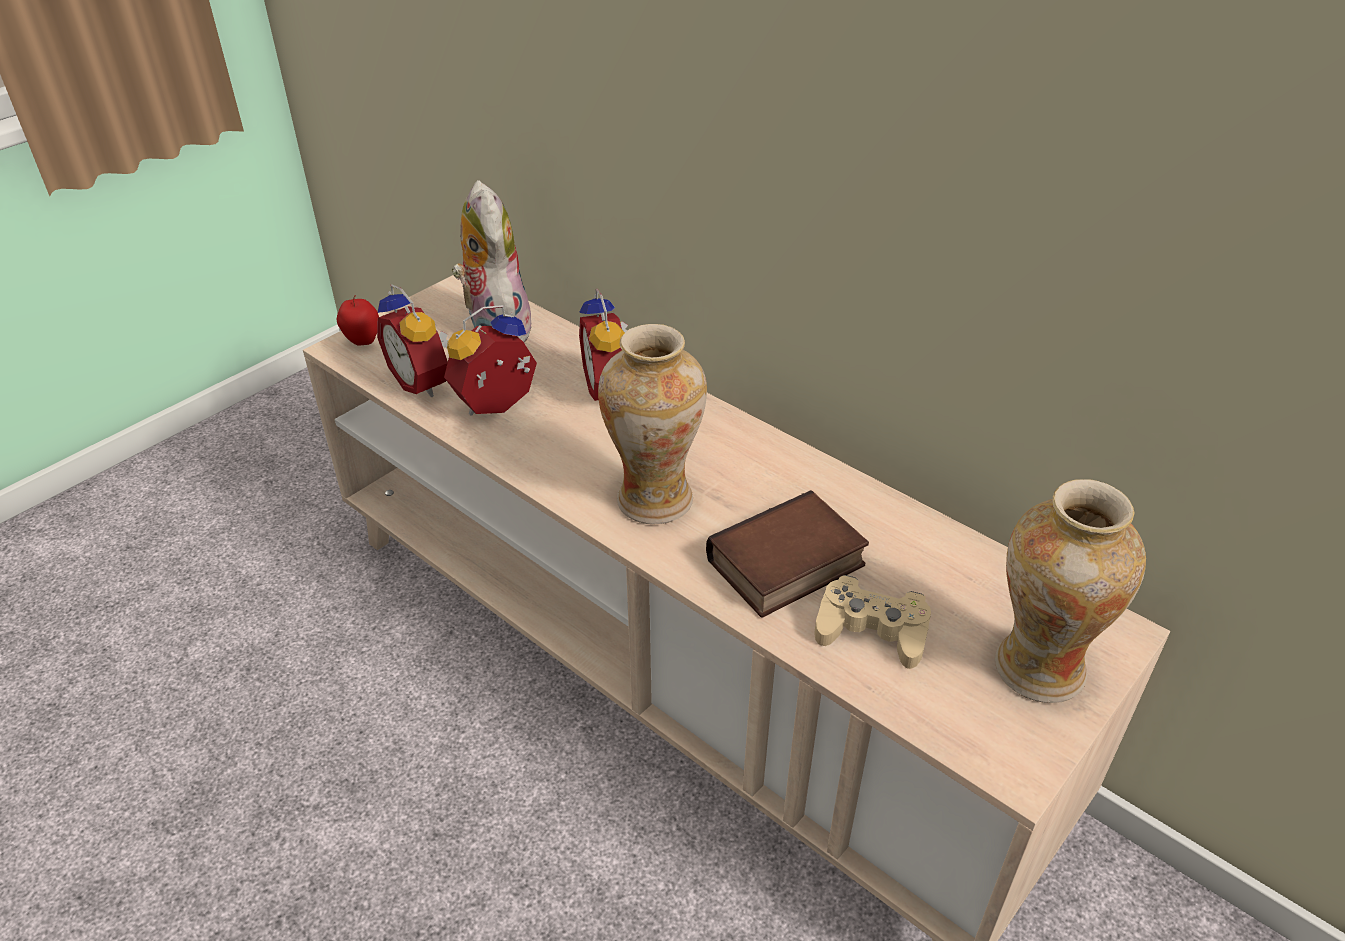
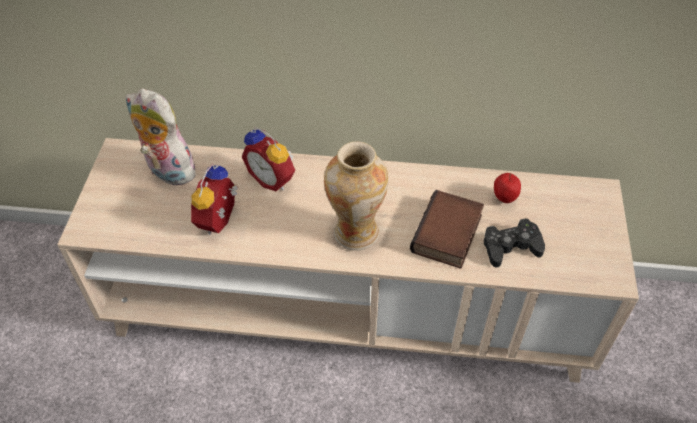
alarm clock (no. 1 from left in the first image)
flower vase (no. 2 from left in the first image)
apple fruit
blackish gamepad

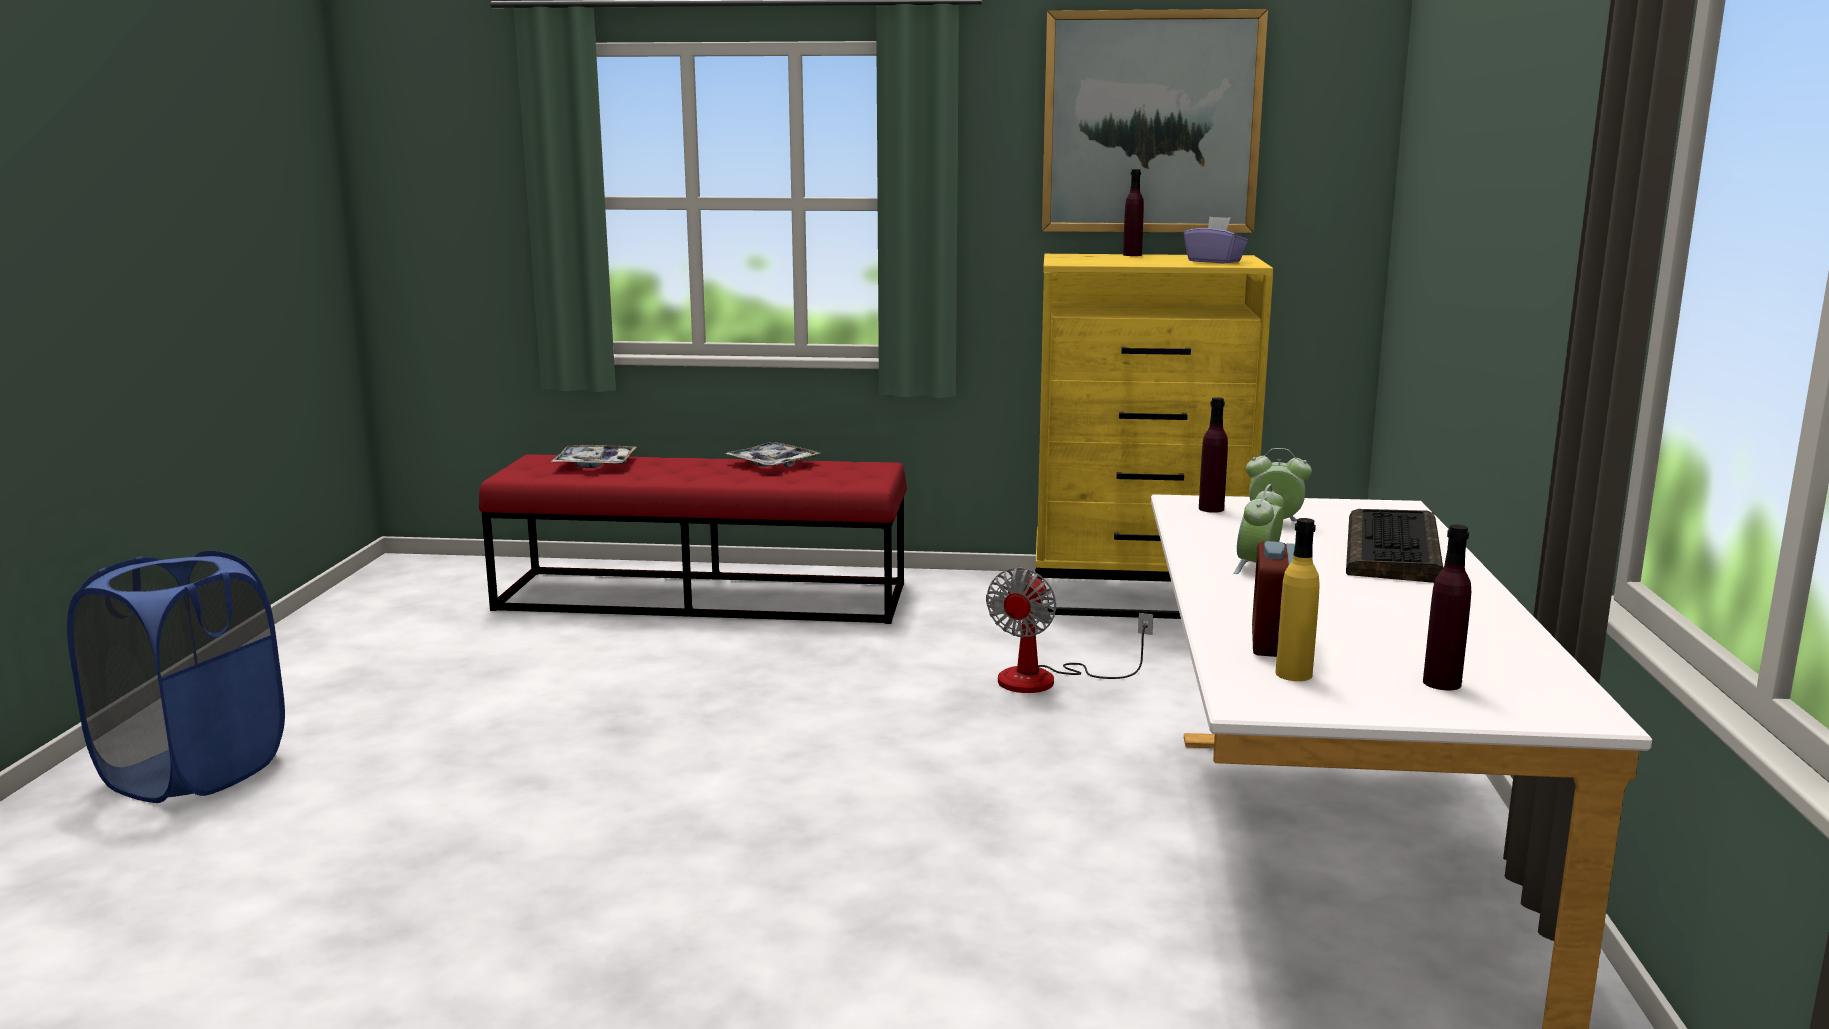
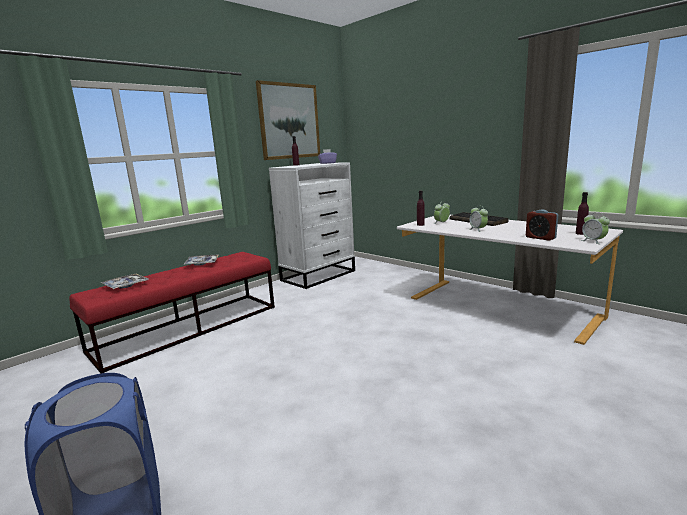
electric fan
yellowish beverage bottle
alarm clock (no. 4 from left)
whitish chest of drawers

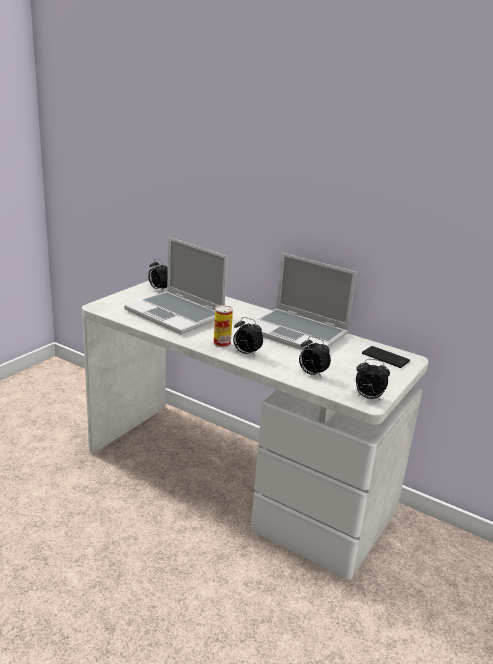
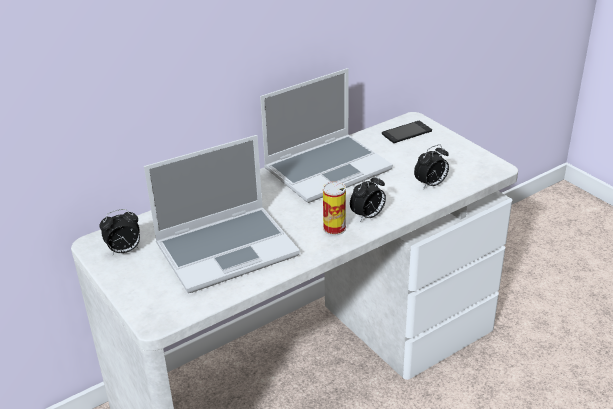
alarm clock (no. 4 from left in the first image)

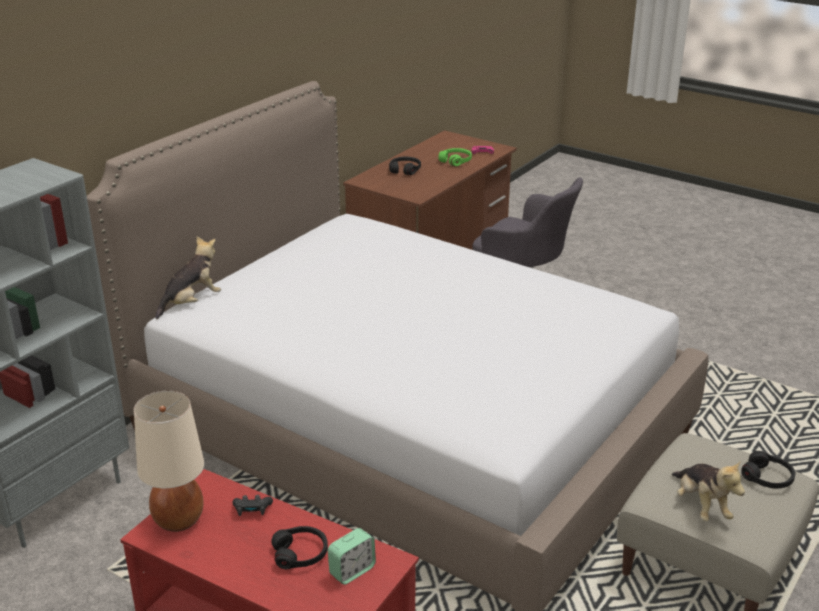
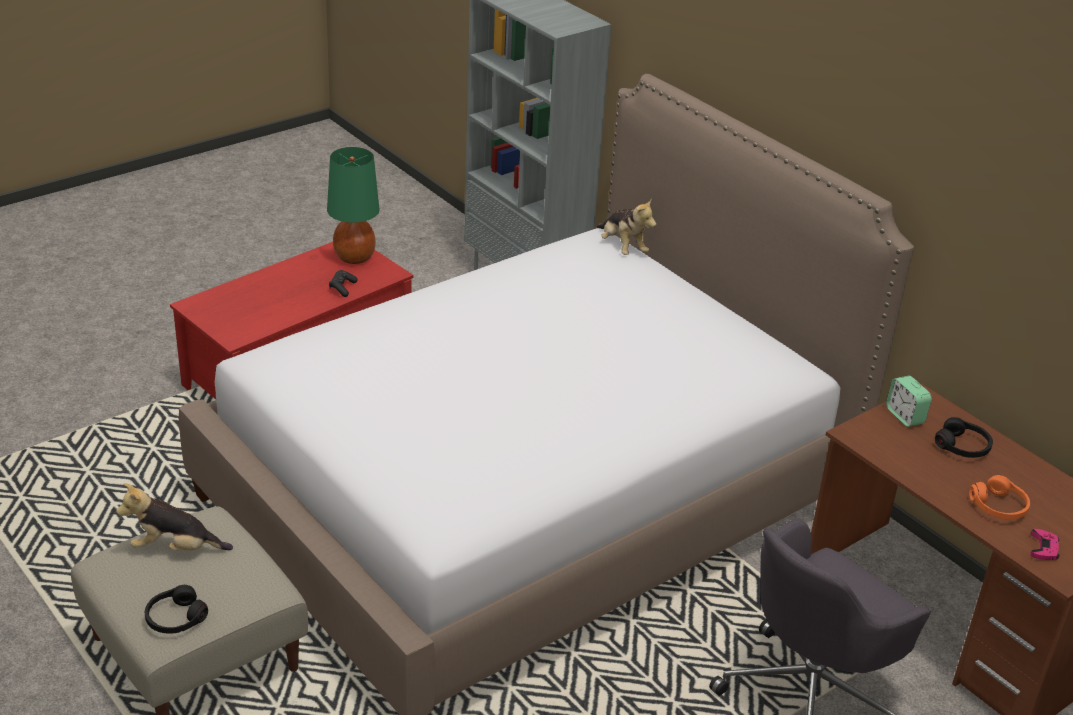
blackish headset (no. 1 from left in the first image)
alarm clock
green table lamp
orangey headset

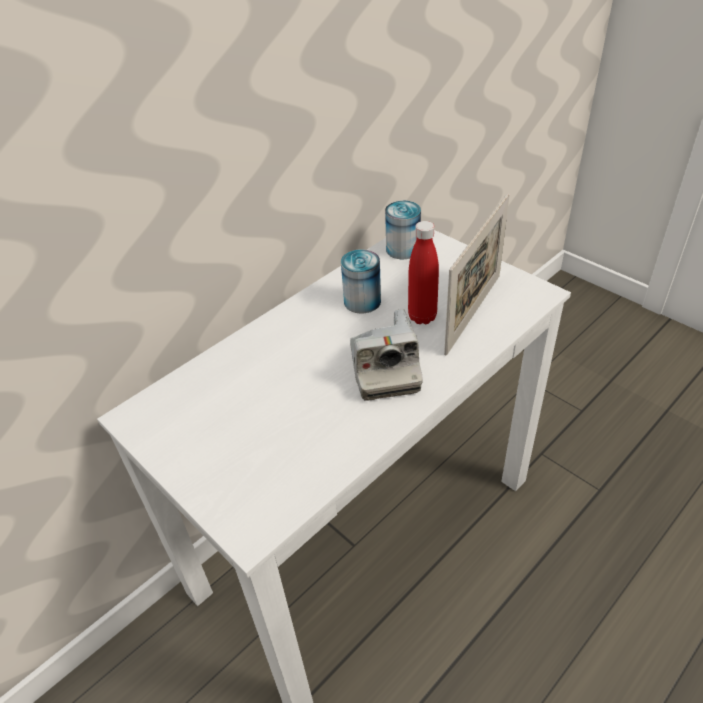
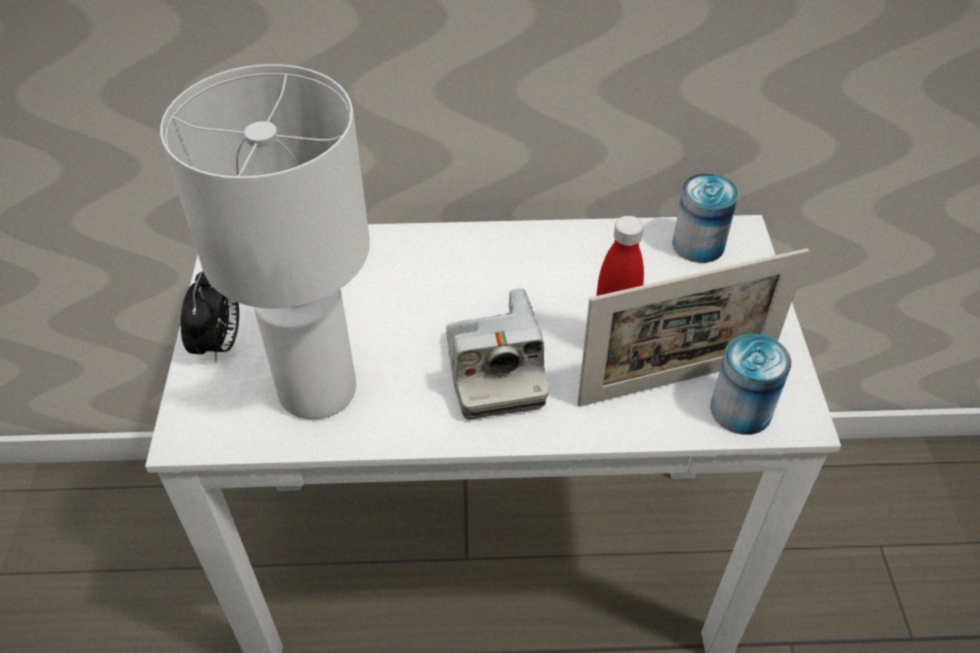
whitish table lamp
alarm clock
sealed can (no. 2 from left)
still camera

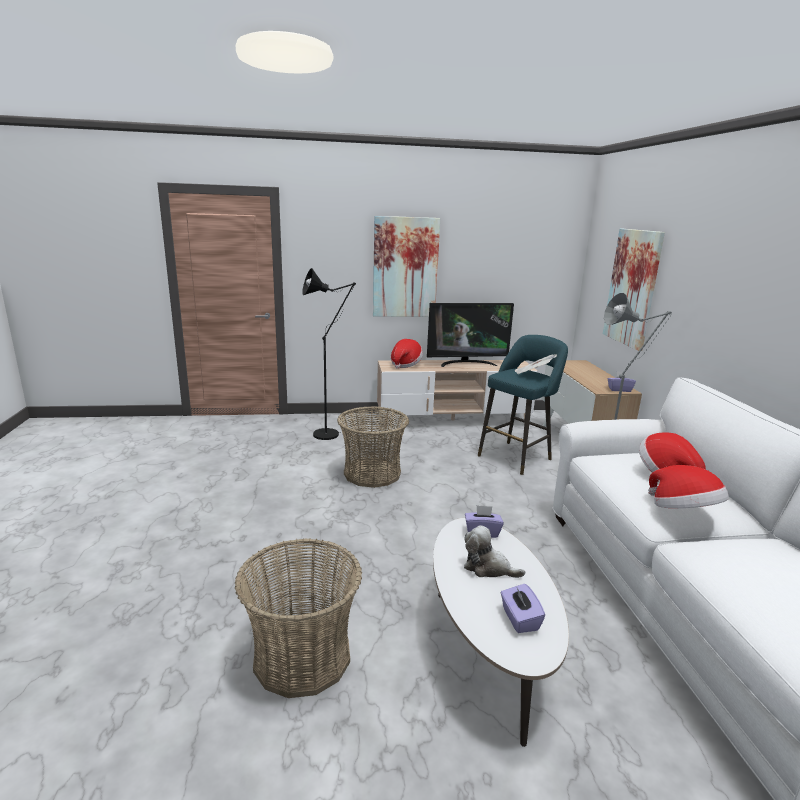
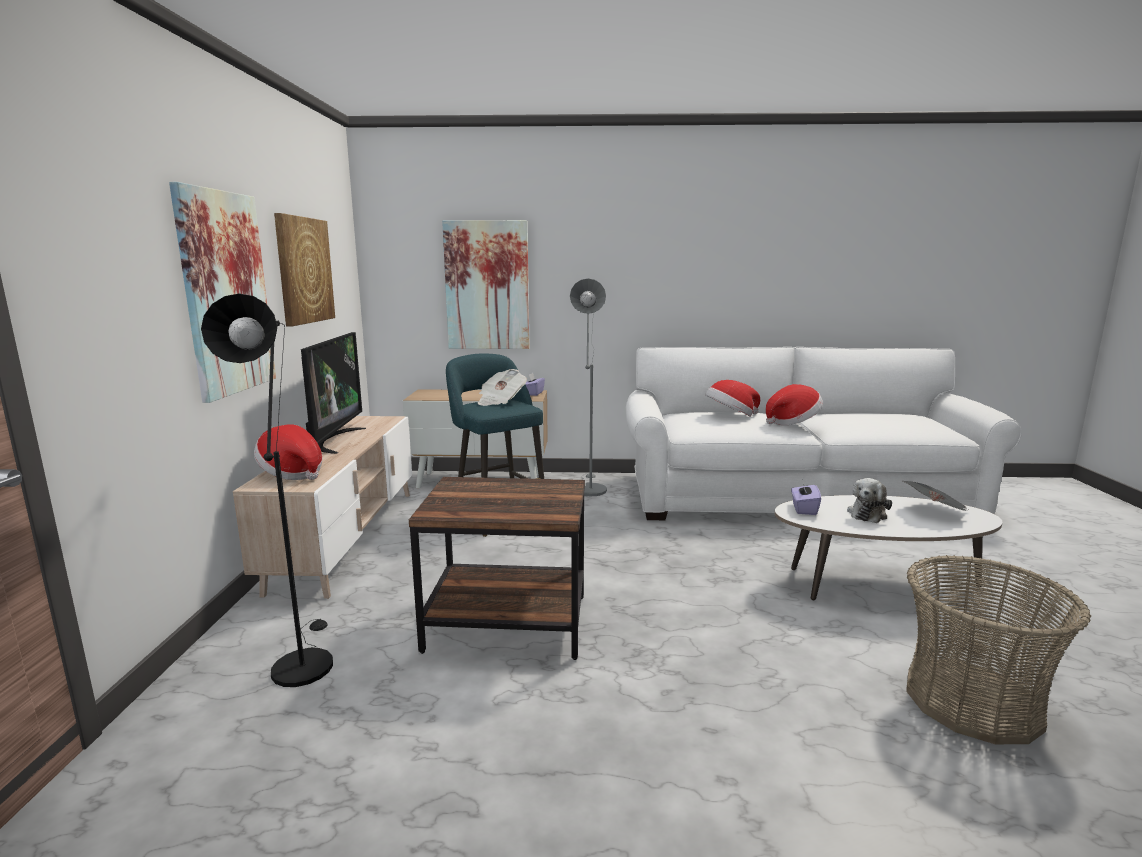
wall art (no. 2 from left)
brown end table
printed paper (no. 2 from left)

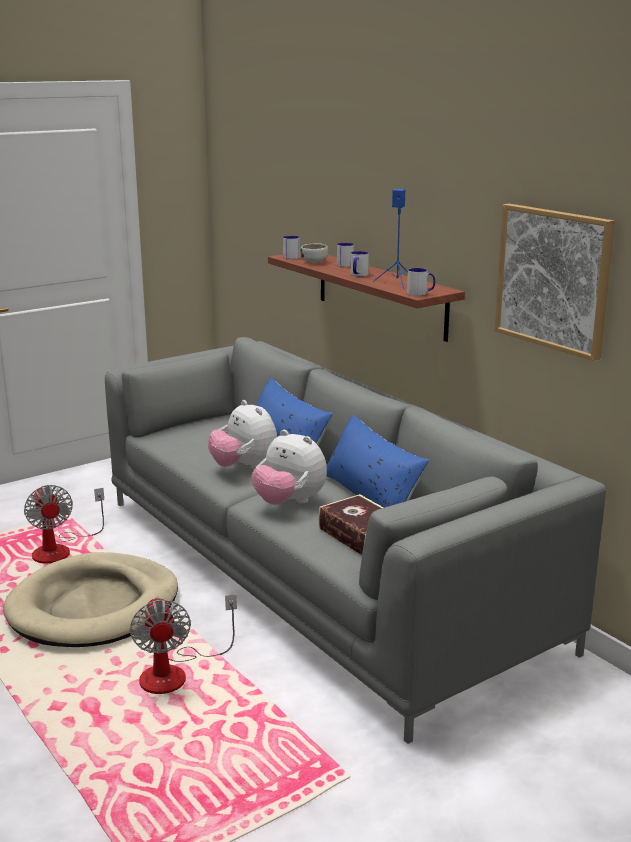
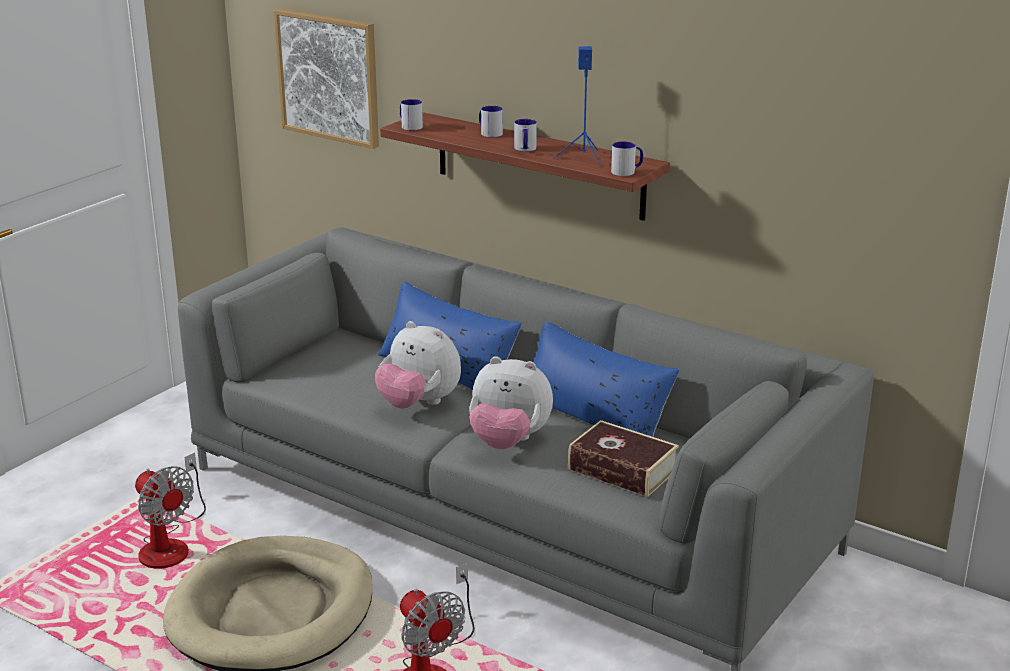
bowl
wall art

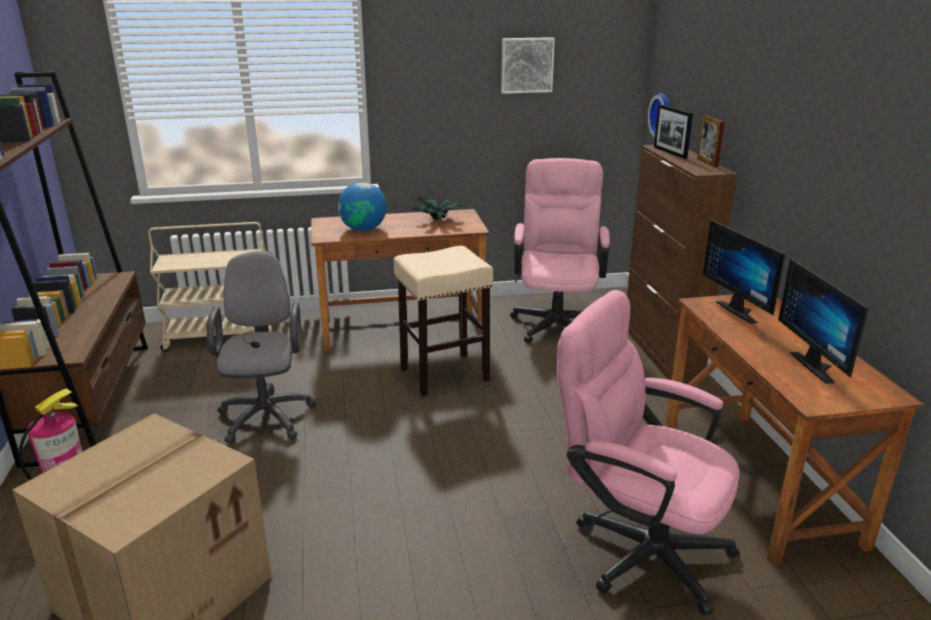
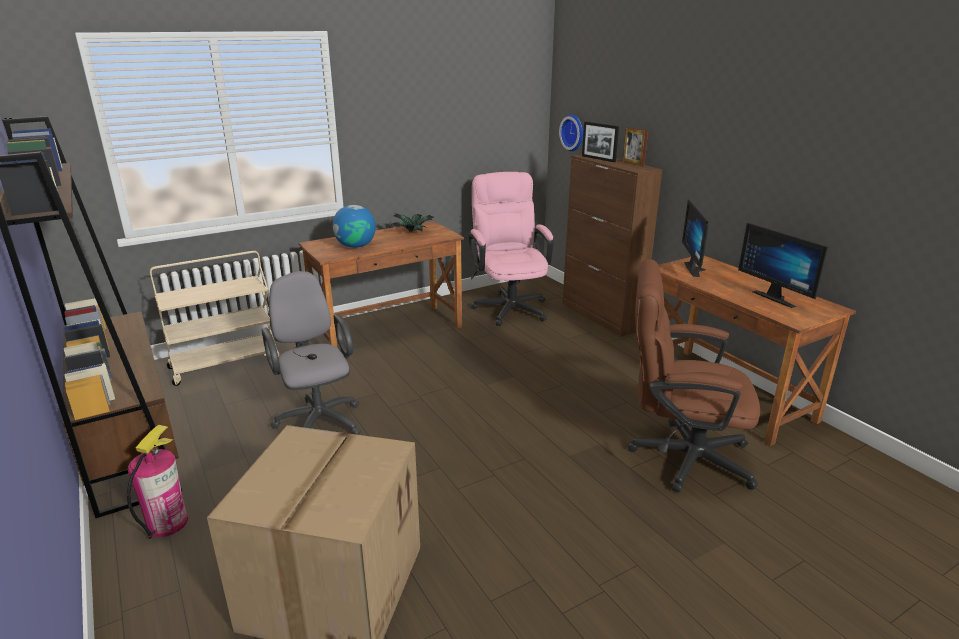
beige-coloured sitting stool
wall art
brown office chair
monitor (no. 1 from left)

